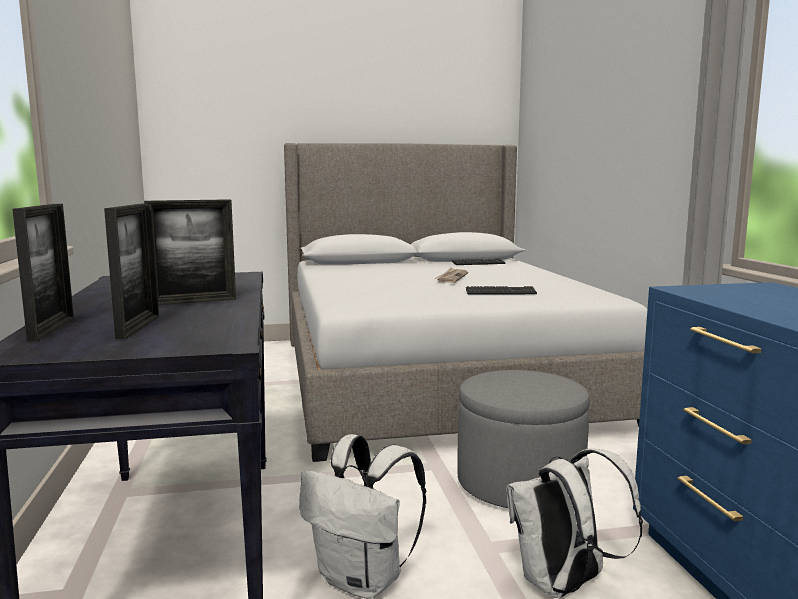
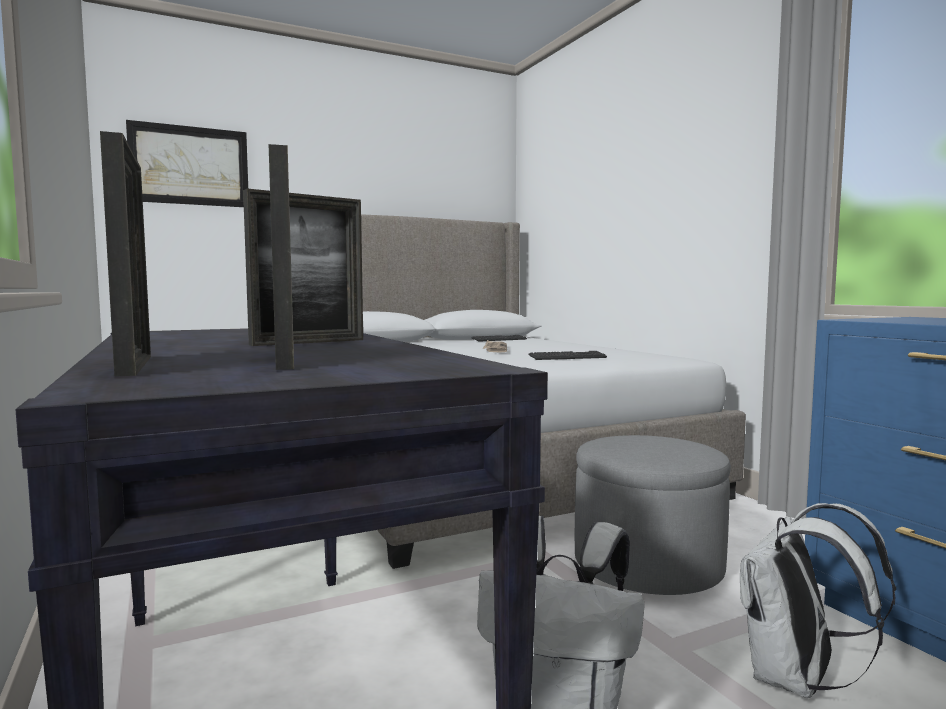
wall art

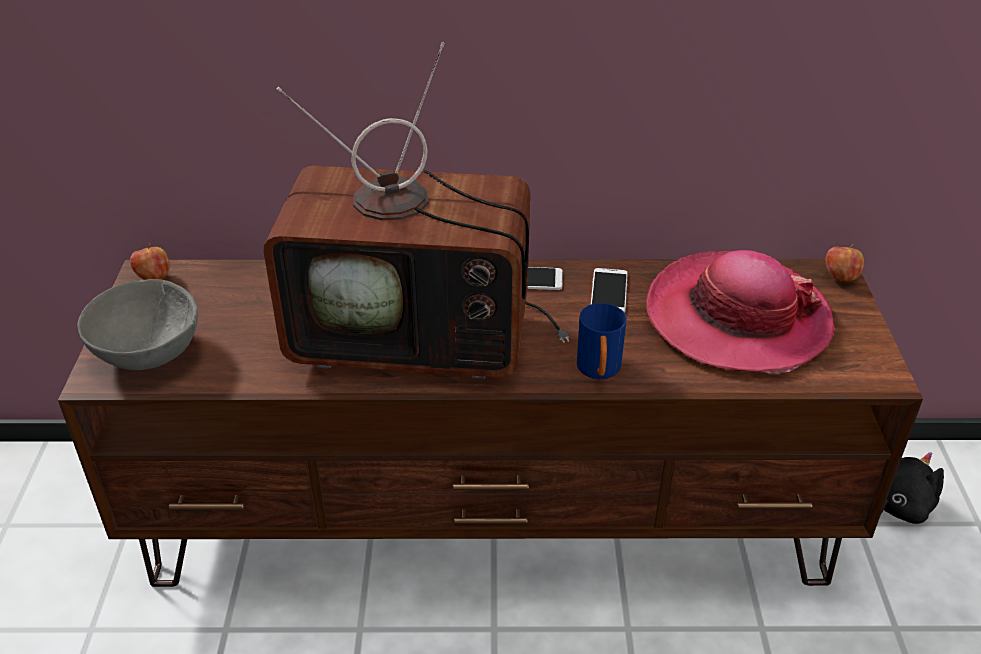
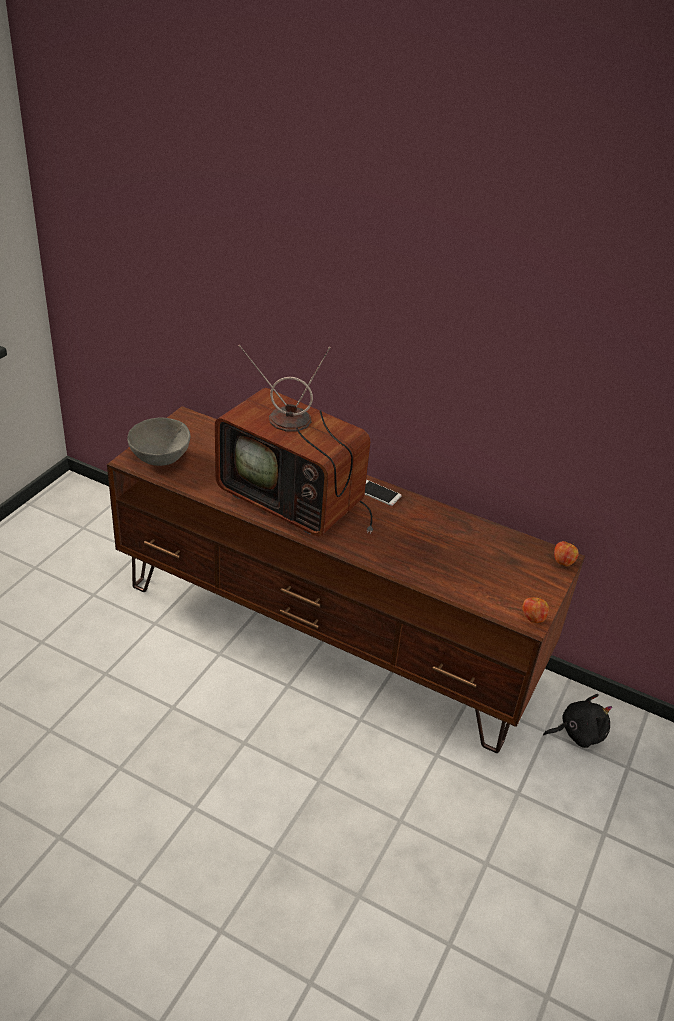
blue coffee mug
handset (no. 2 from left in the first image)
hat
apple fruit (no. 1 from left)

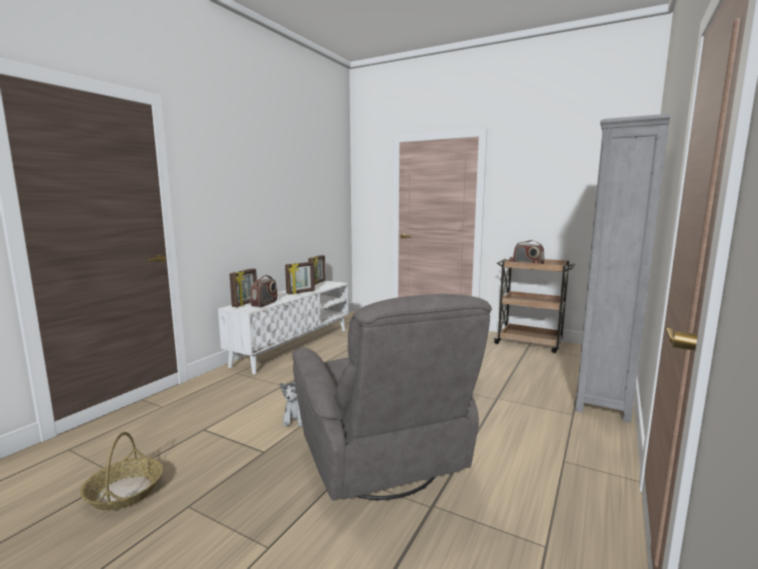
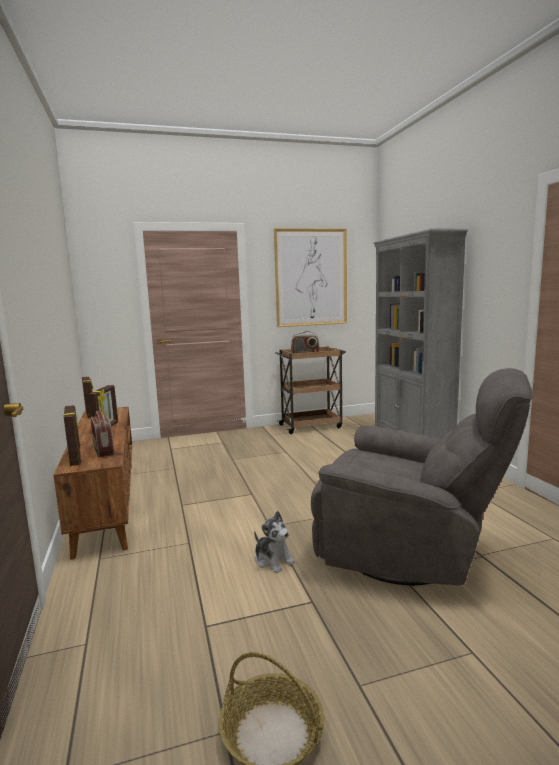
wall art
brown tv unit

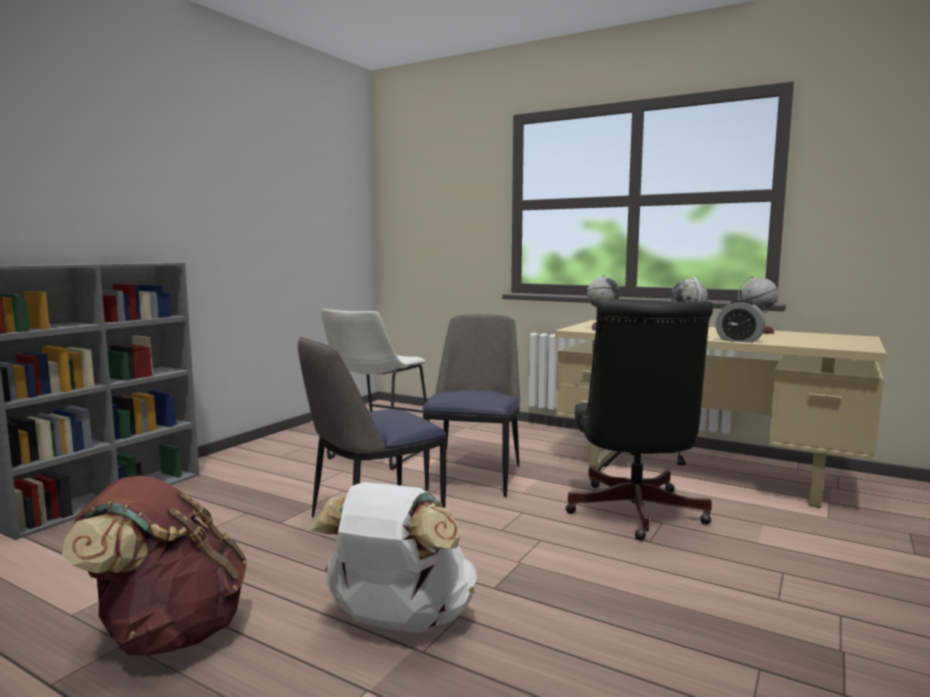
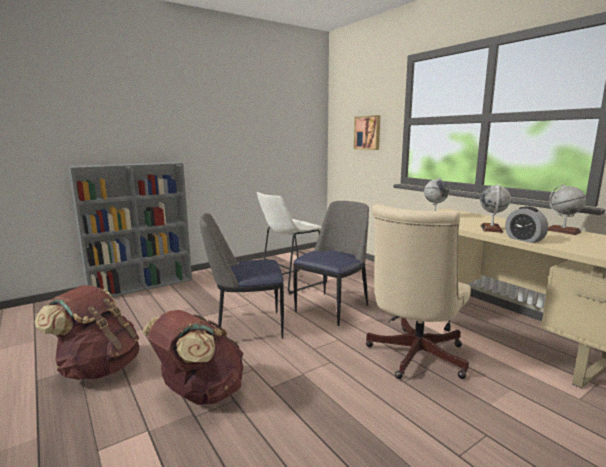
wall art
brown rucksack (no. 2 from left)
beige-coloured office chair

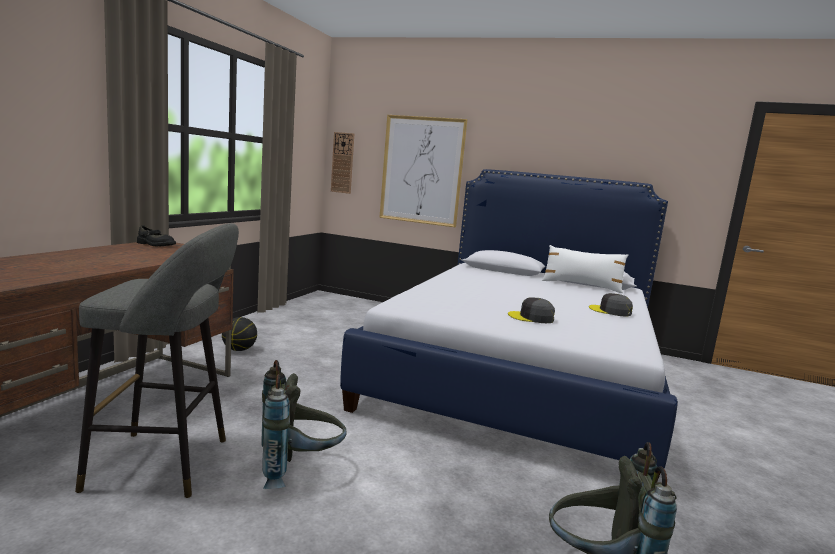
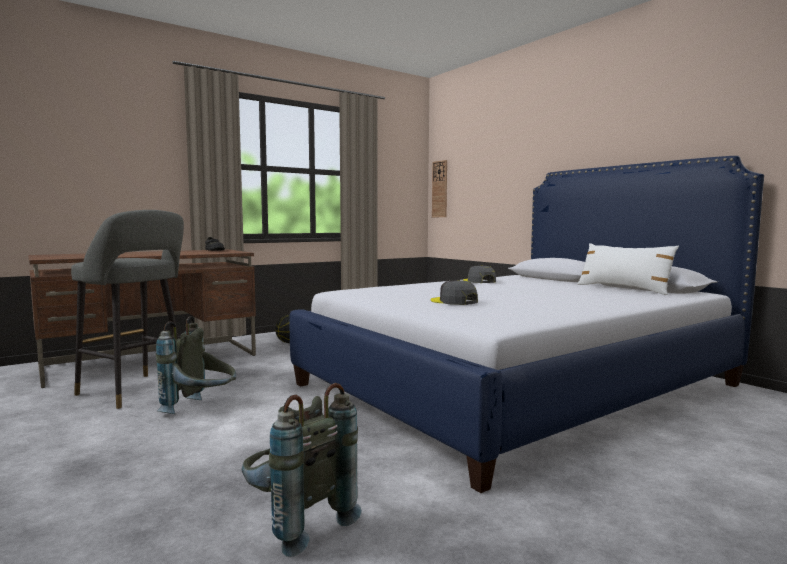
wall art
greyish peaked cap (no. 2 from left)

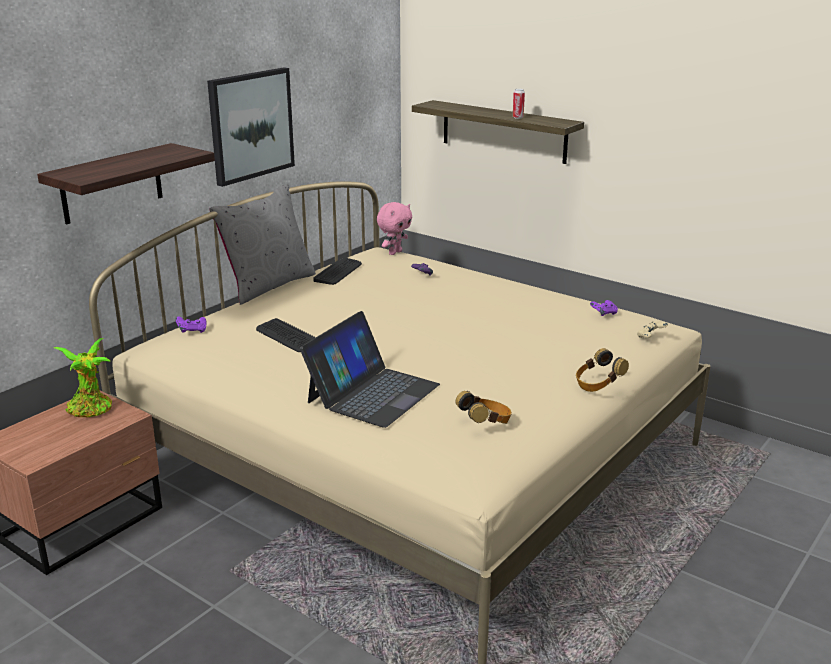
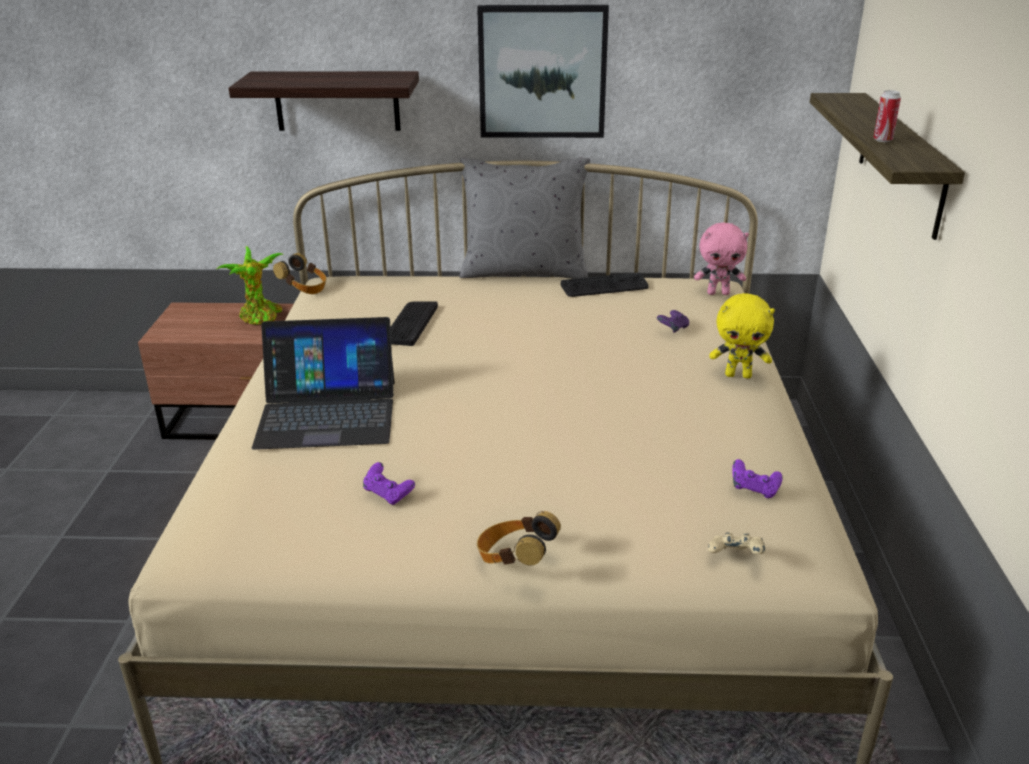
yellowish cuddly toy
purplish gamepad (no. 1 from left)
headset (no. 1 from left)

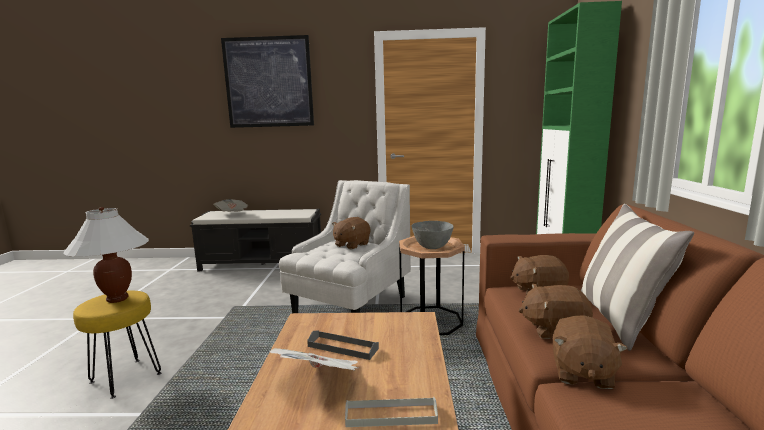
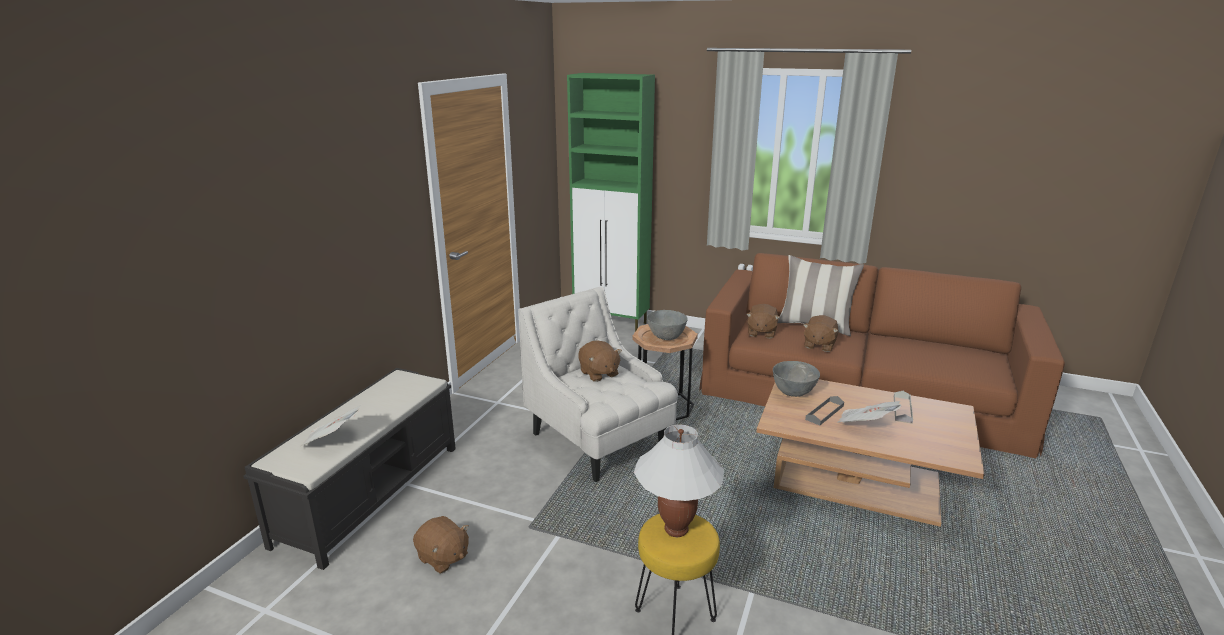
wall art
greyish bowl (no. 2 from left)
brown cuddly toy (no. 1 from left)

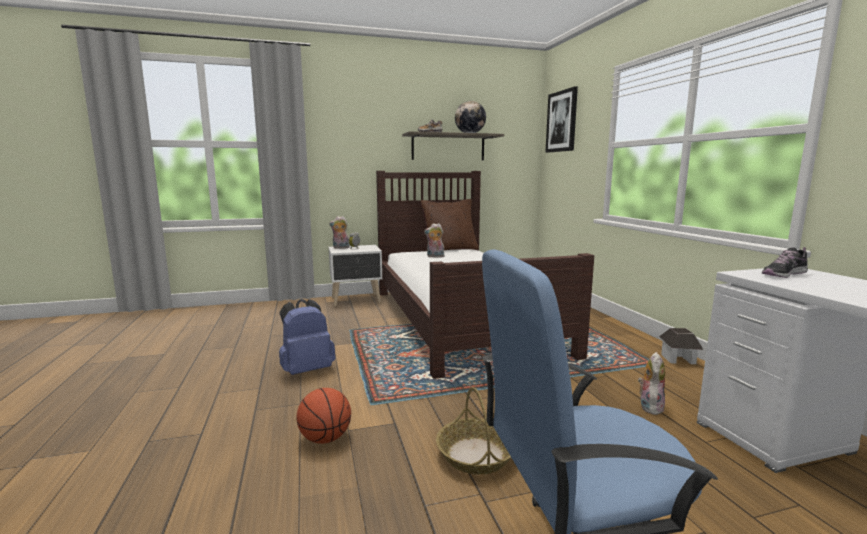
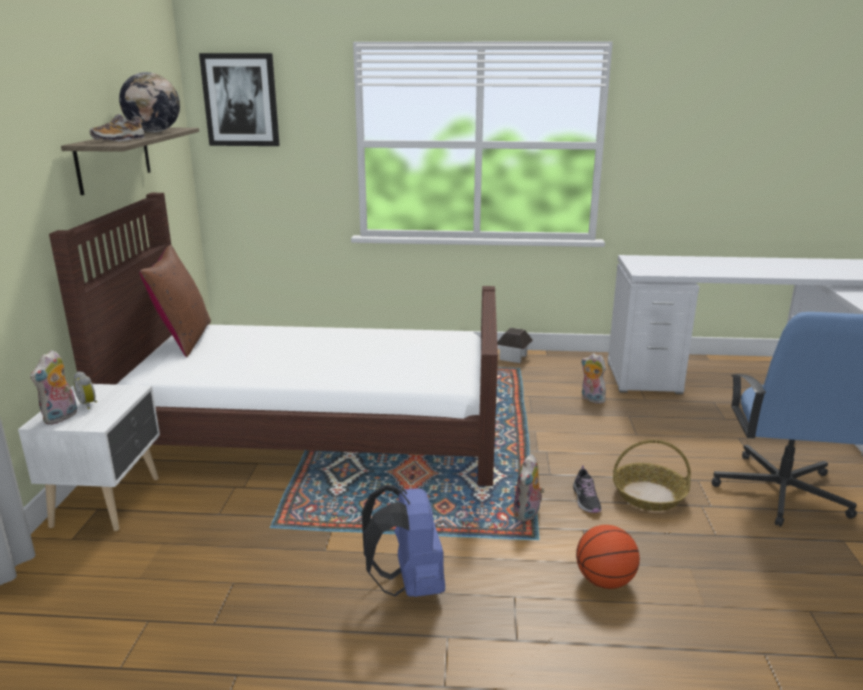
cuddly toy (no. 2 from left)
low shoe (no. 2 from left)

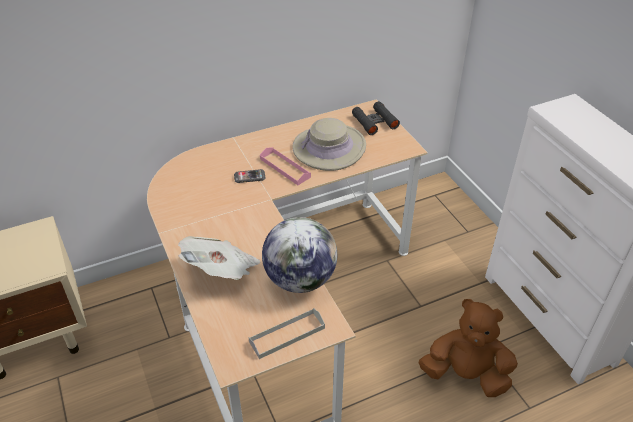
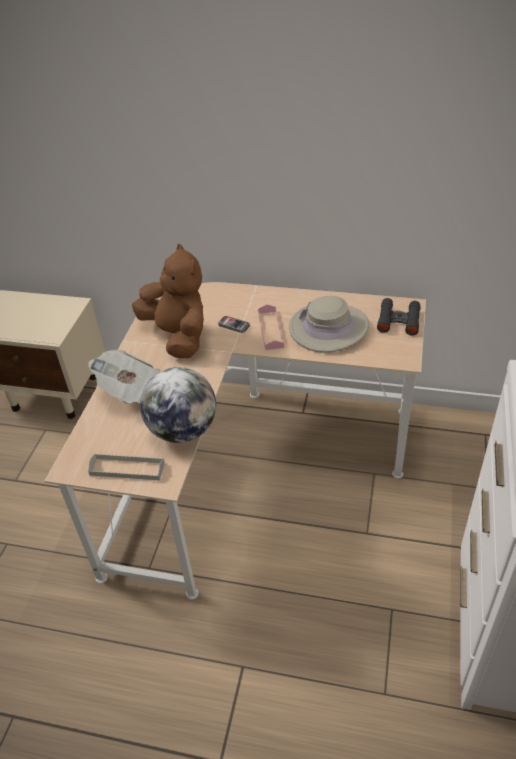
brown cuddly toy

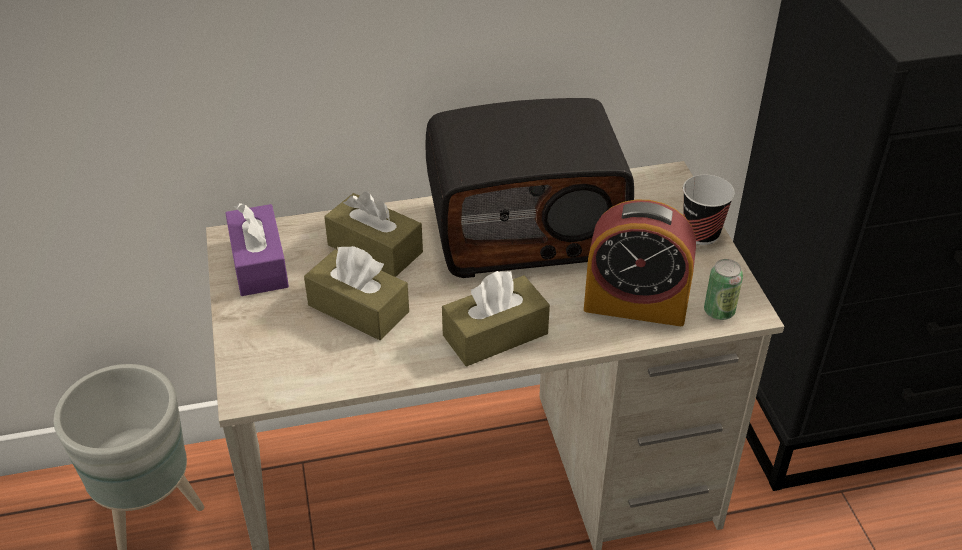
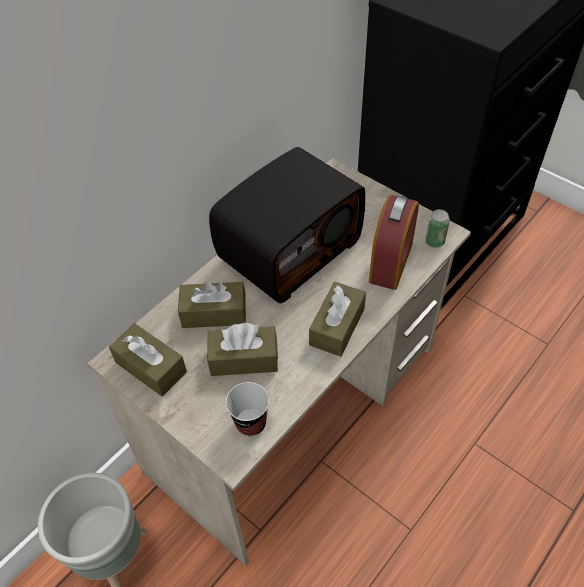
drinking cup
brown box of tissues (no. 1 from left)
alarm clock

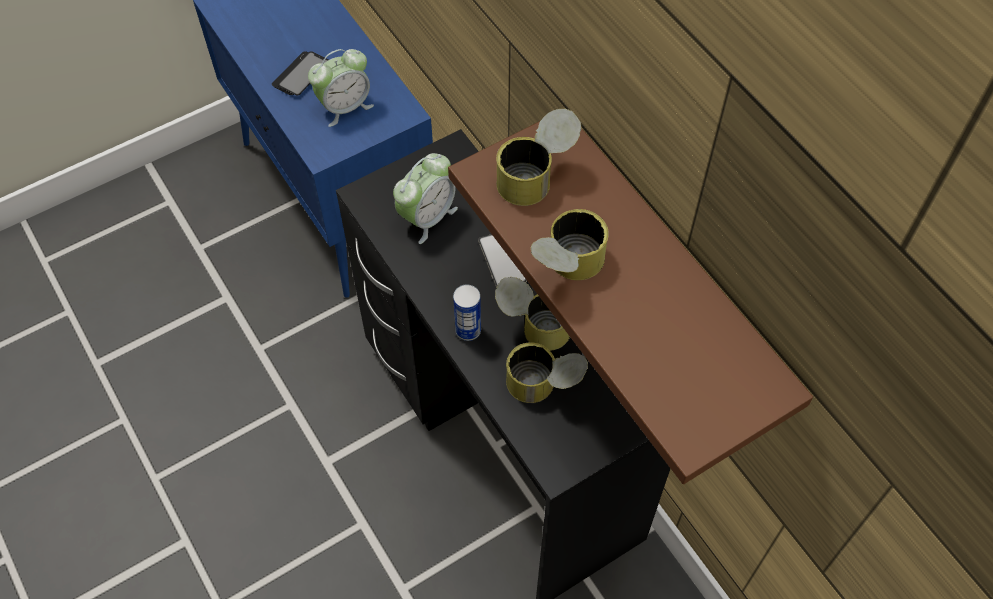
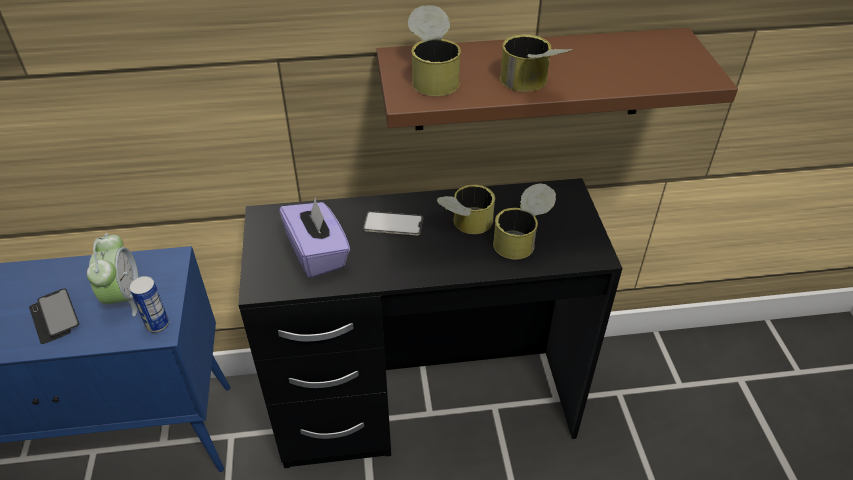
sealed can (no. 1 from left)
purplish box of tissues

